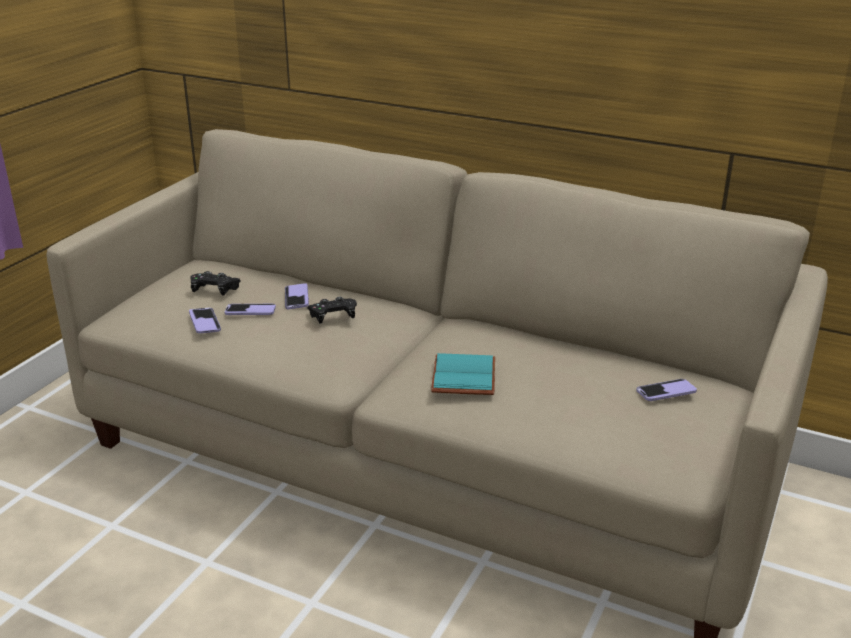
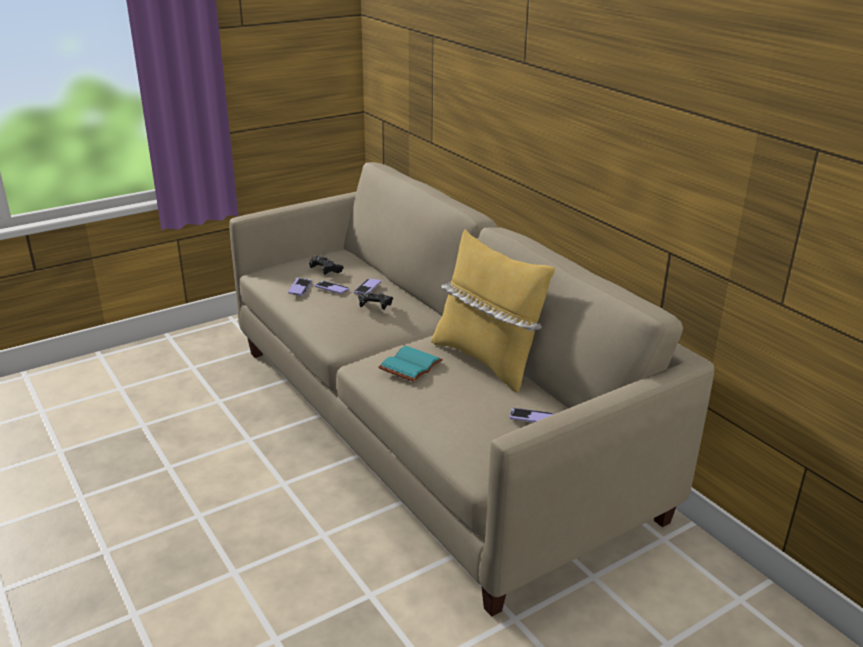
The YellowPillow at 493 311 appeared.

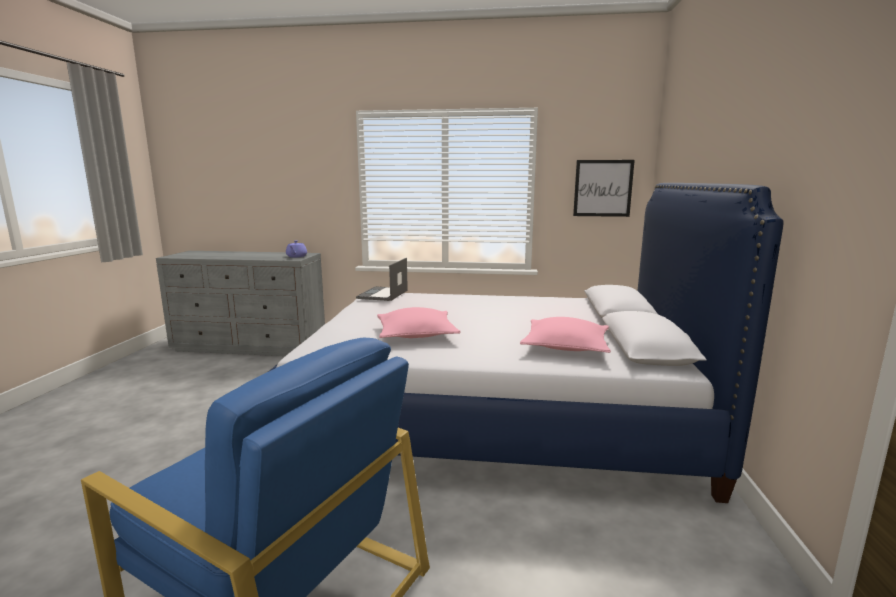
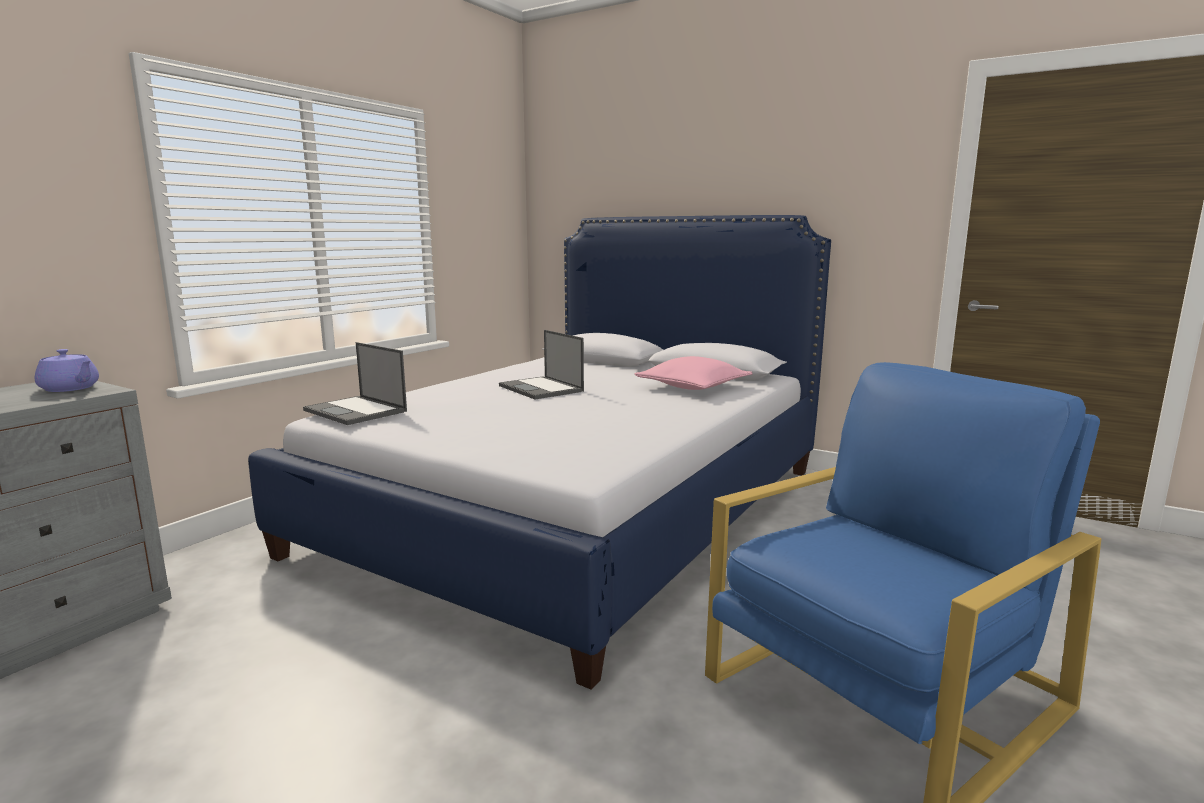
The Laptop at 541 364 appeared.
The PinkPillow at 419 322 disappeared.
The Picture at 604 188 disappeared.

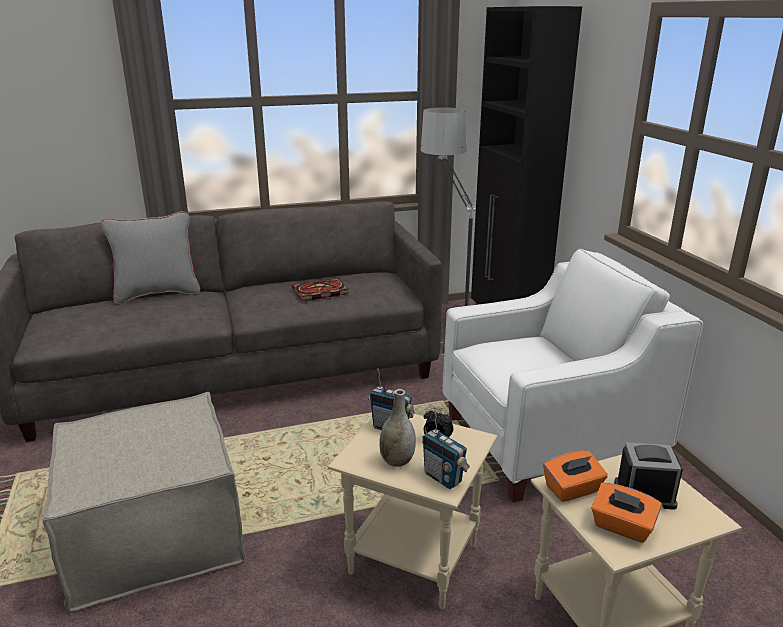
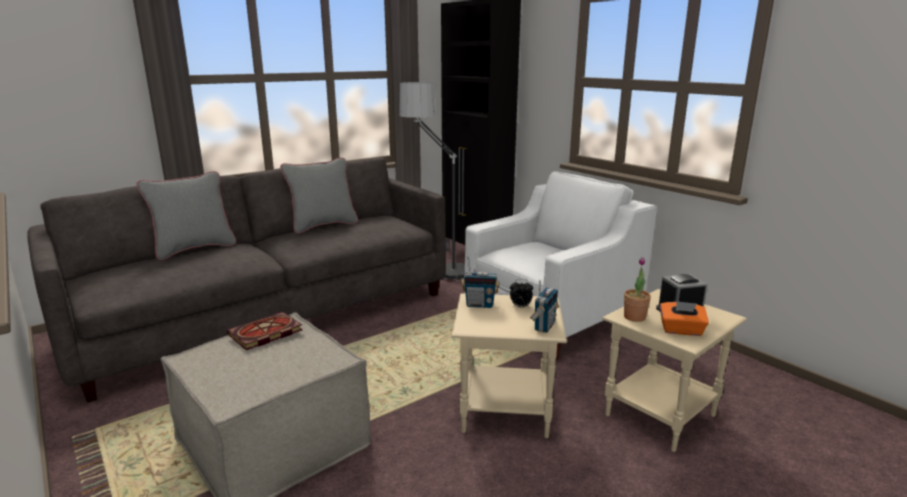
The Book moved from 320 289 to 265 331.
The GreyPillow at 319 195 appeared.
The Radio at 446 449 turned 90 degrees counterclockwise.
The OrangeTissueBox at 575 476 was replaced by the PottedPlant at 637 289.
The GreyVase at 397 428 disappeared.

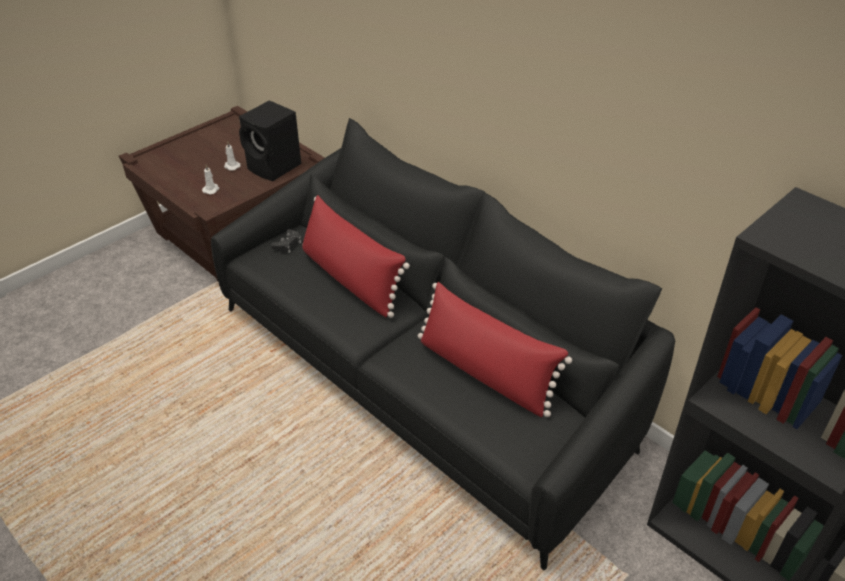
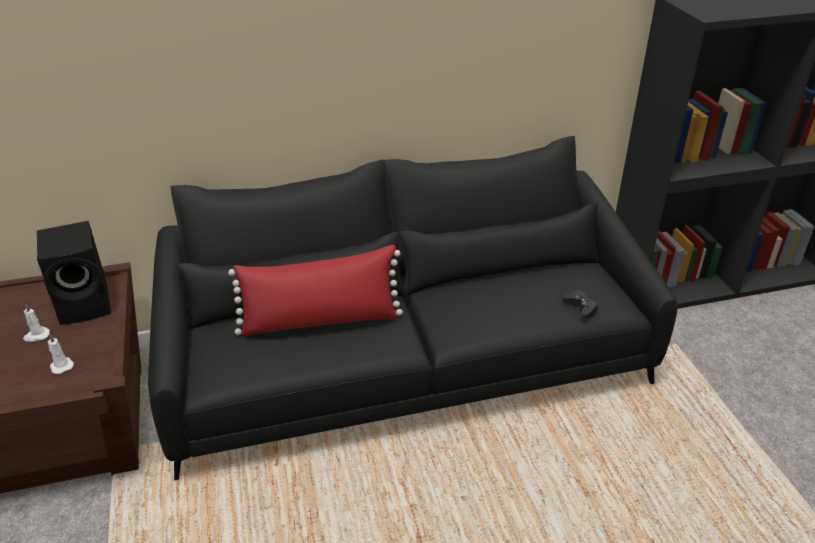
The BlackGameController moved from 286 241 to 580 304.
The RedPillow at 495 349 disappeared.

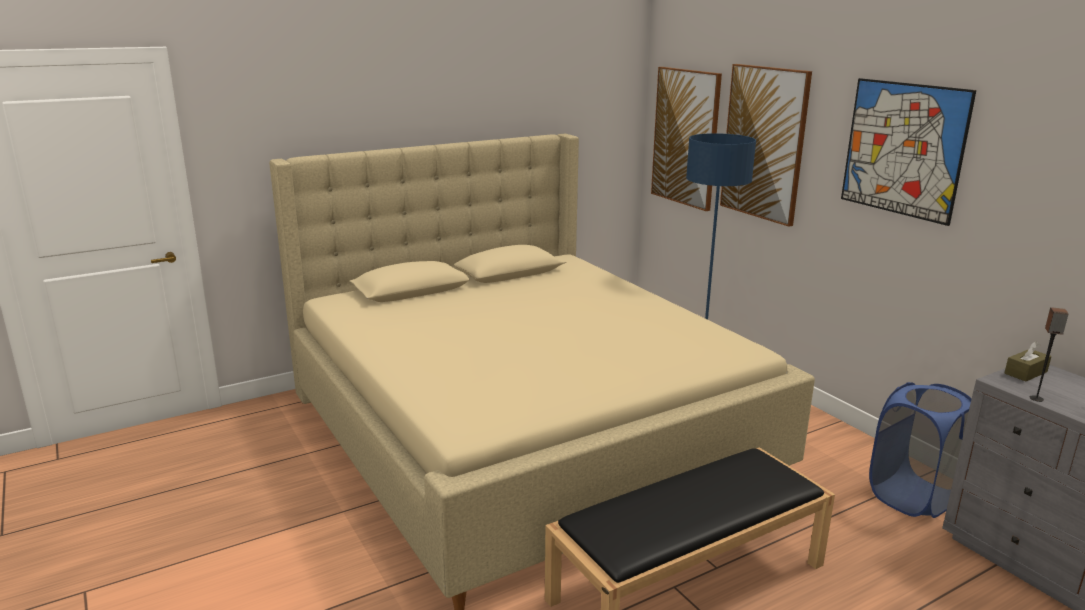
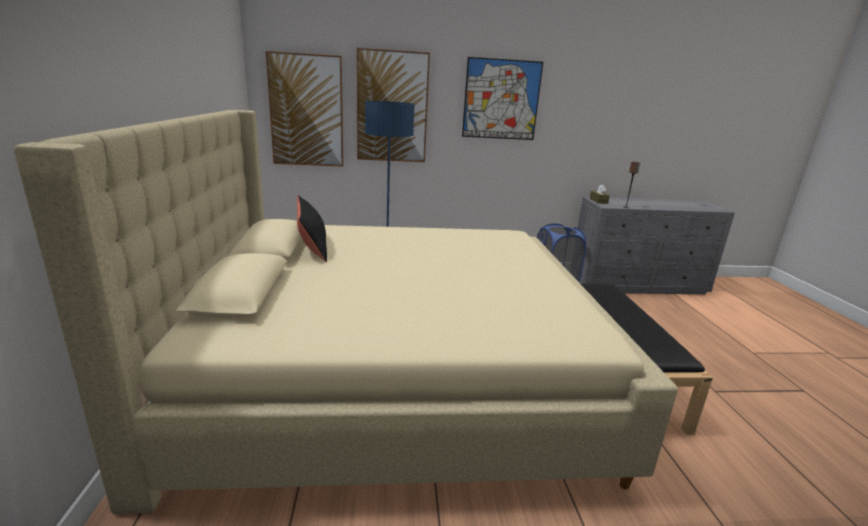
The BlackPillow at 312 228 appeared.

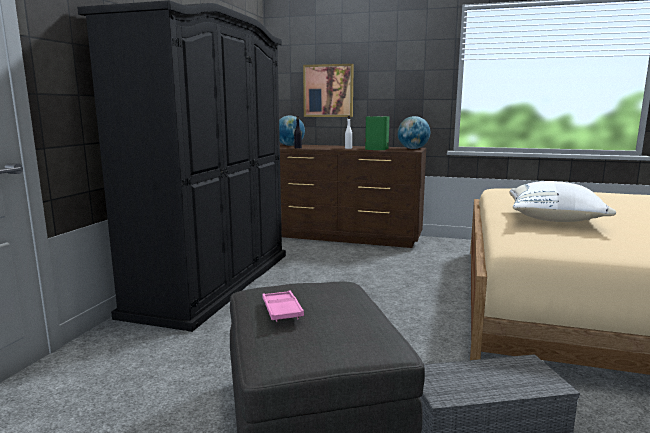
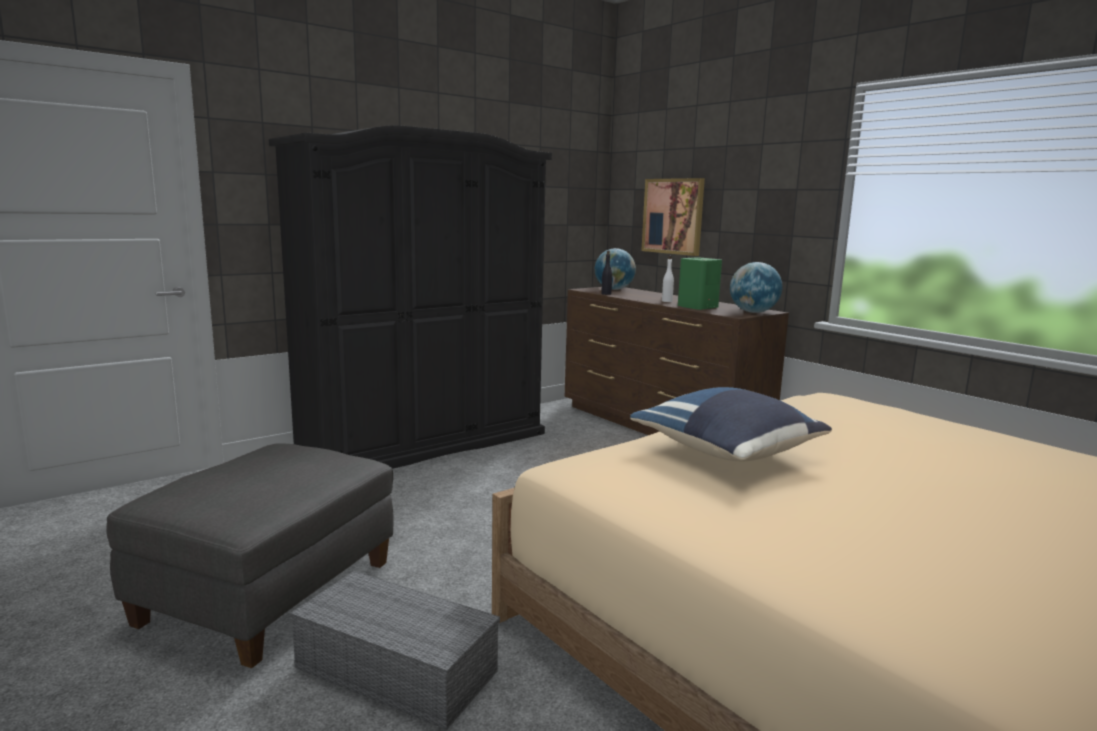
The WhitePillow at 563 201 became the BluePillow at 731 424.
The PinkTray at 283 306 disappeared.

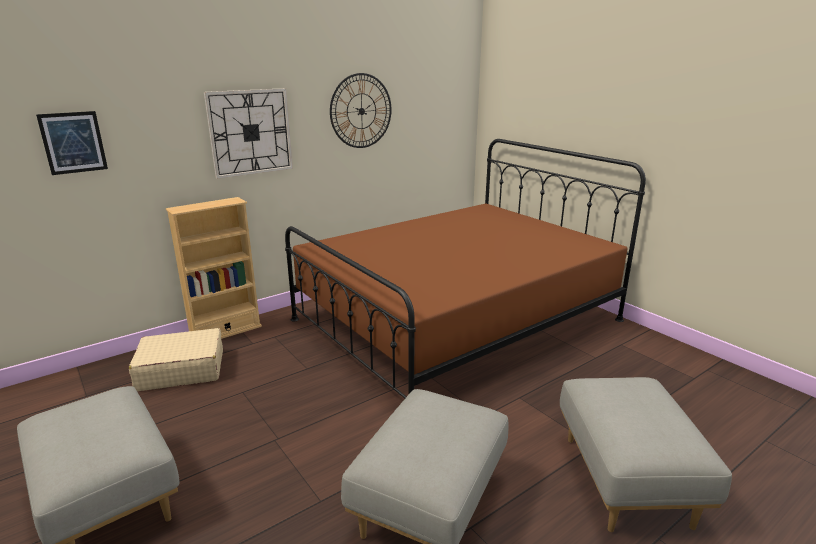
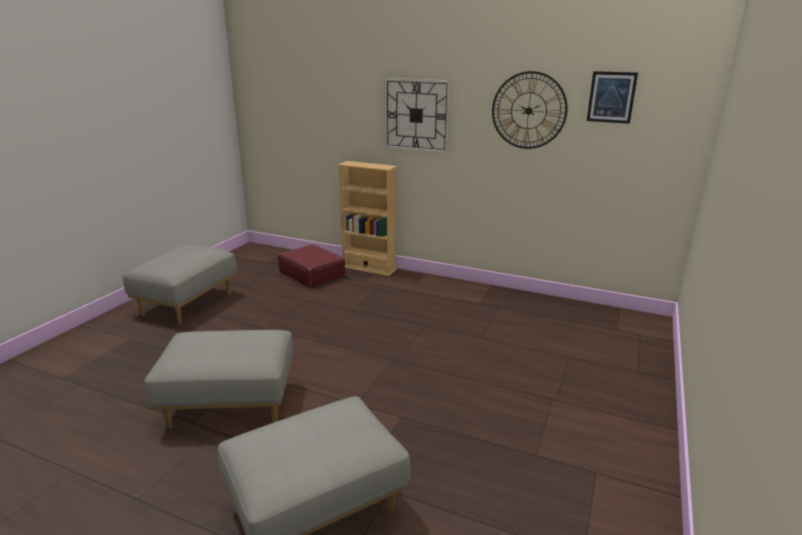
The BeigeSuitcase at 176 359 became the RedSuitcase at 311 266.
The Picture moved from 72 143 to 612 97.
The BrownBed at 465 268 disappeared.

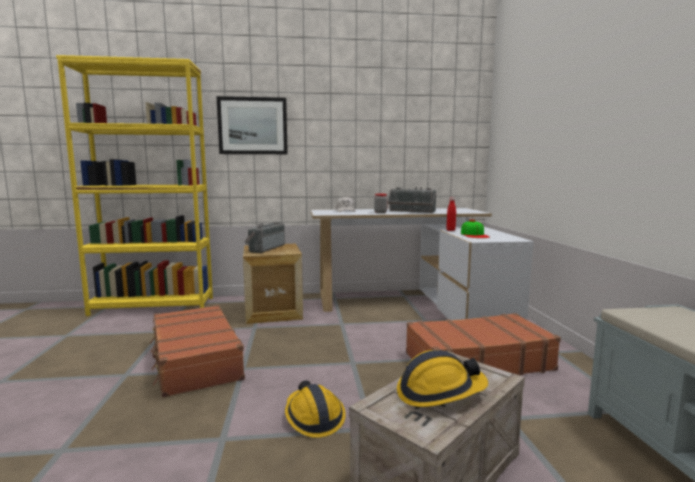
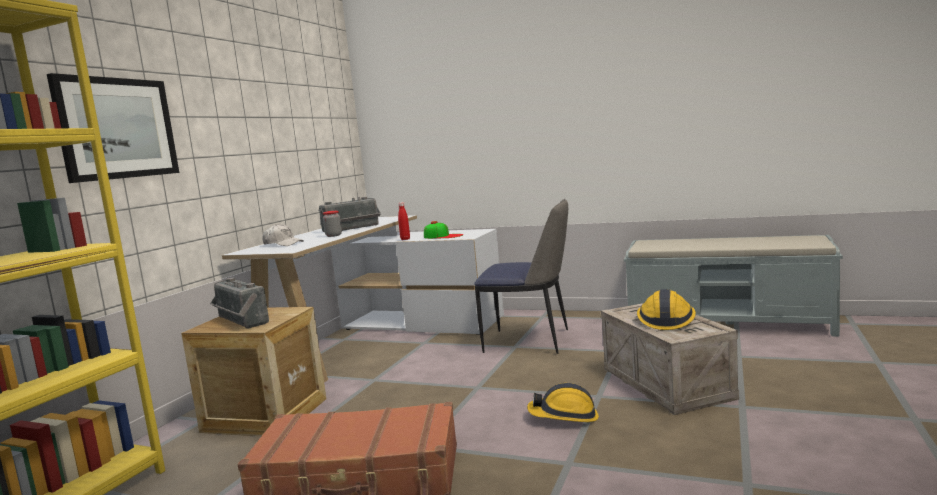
The BrownSuitcase at 483 344 was replaced by the Chair at 521 276.

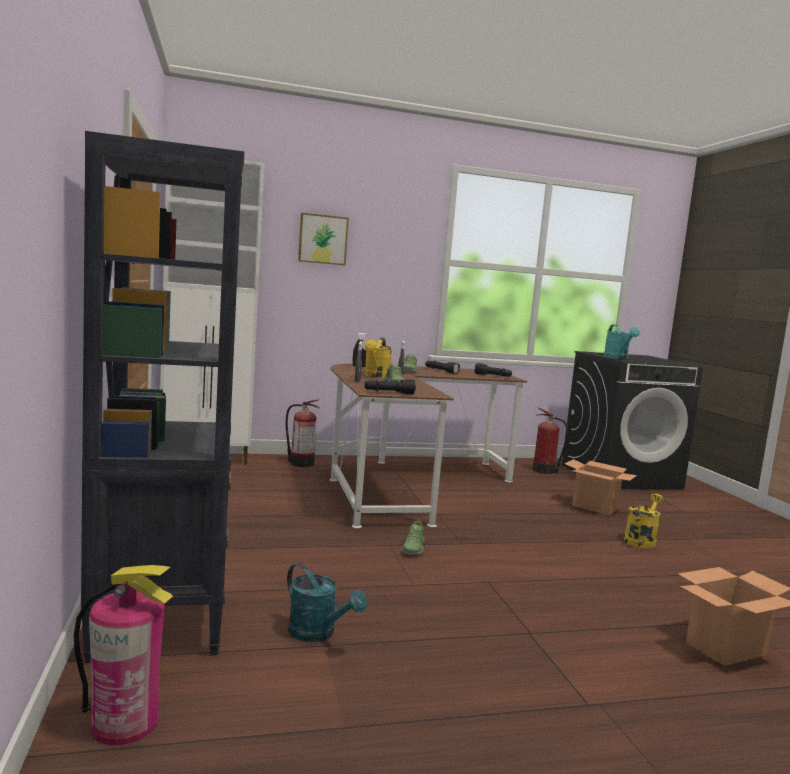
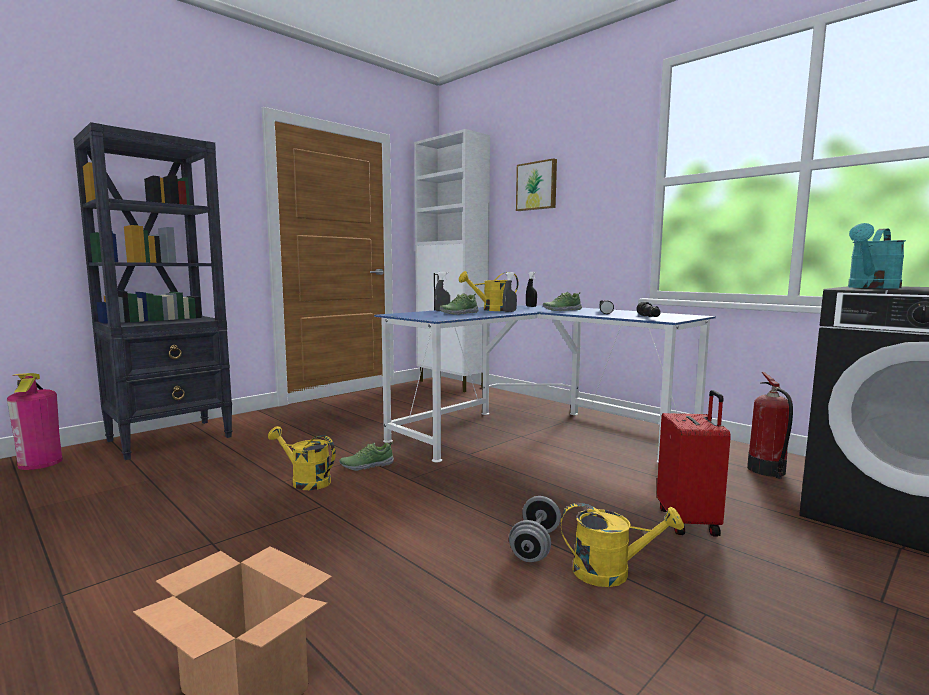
The YellowWateringCan at 302 458 appeared.
The BrownDesk at 428 446 became the BlueDesk at 545 384.
The GreyDumbbell at 535 529 appeared.
The CardboardBox at 600 487 was replaced by the RedSuitcase at 694 463.
The FireExtinguisher at 303 433 disappeared.
The TurquoiseWateringCan at 327 602 disappeared.
The BlackFlashlight at 390 386 disappeared.

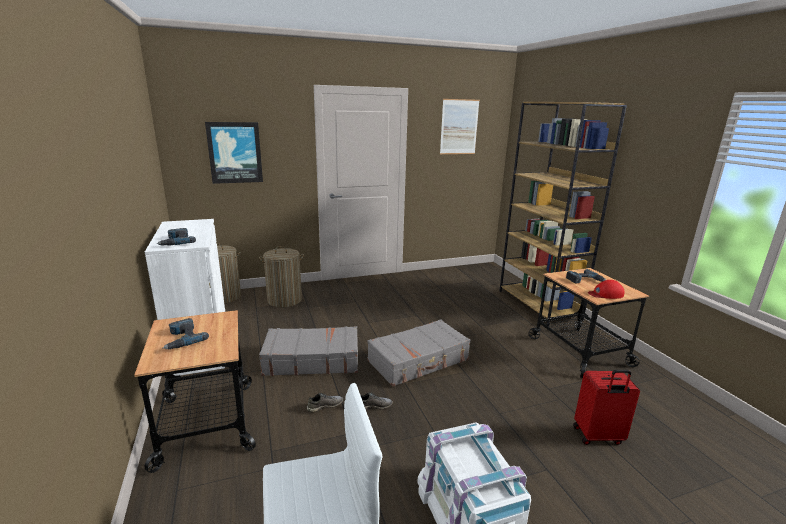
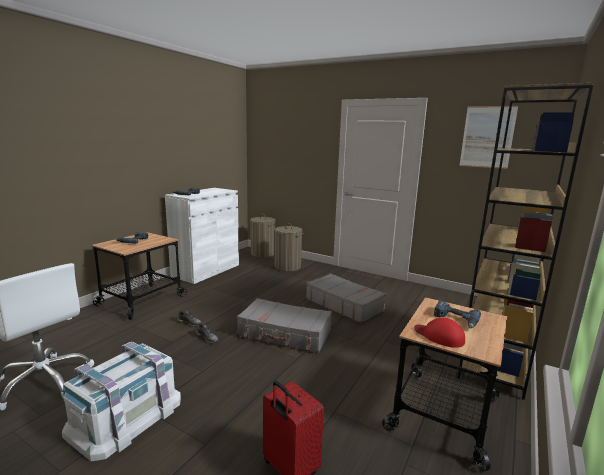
The GreySuitcase moved from 308 351 to 346 298.
The Picture at 234 153 disappeared.

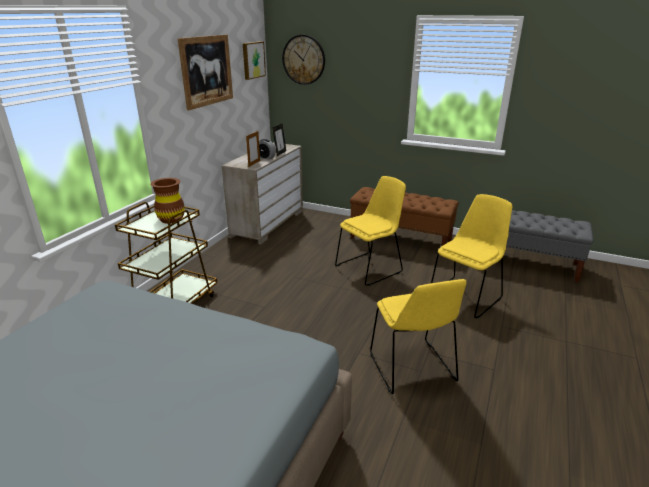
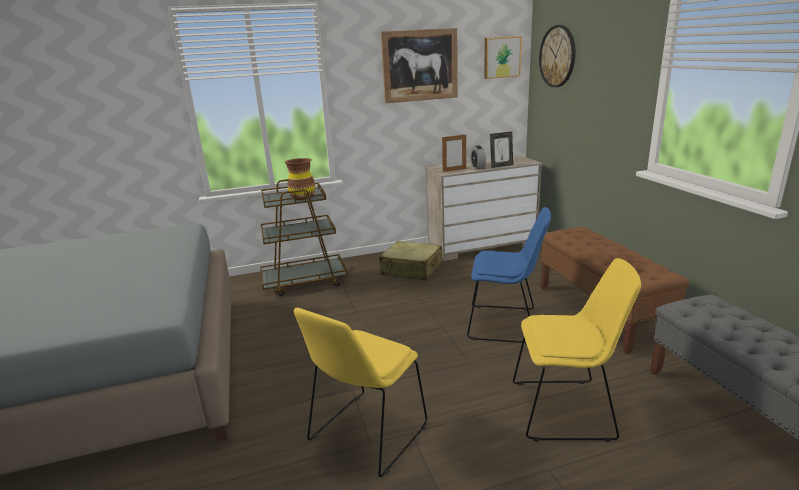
The BeigeSuitcase at 411 261 appeared.
The YellowChair at 370 231 became the BlueChair at 509 275.

